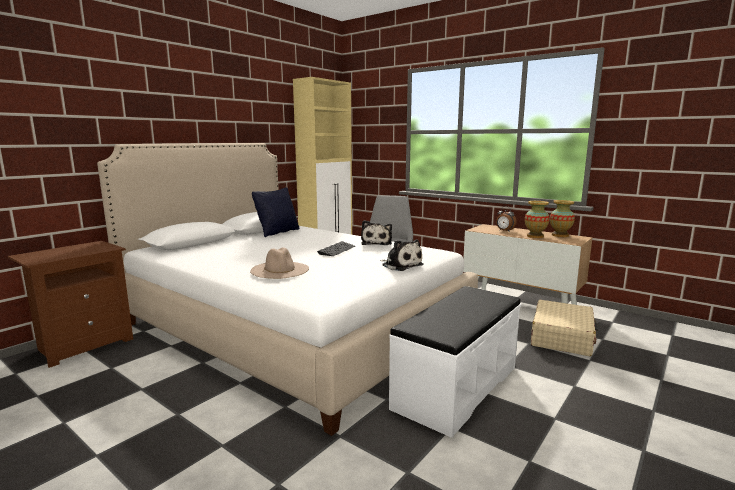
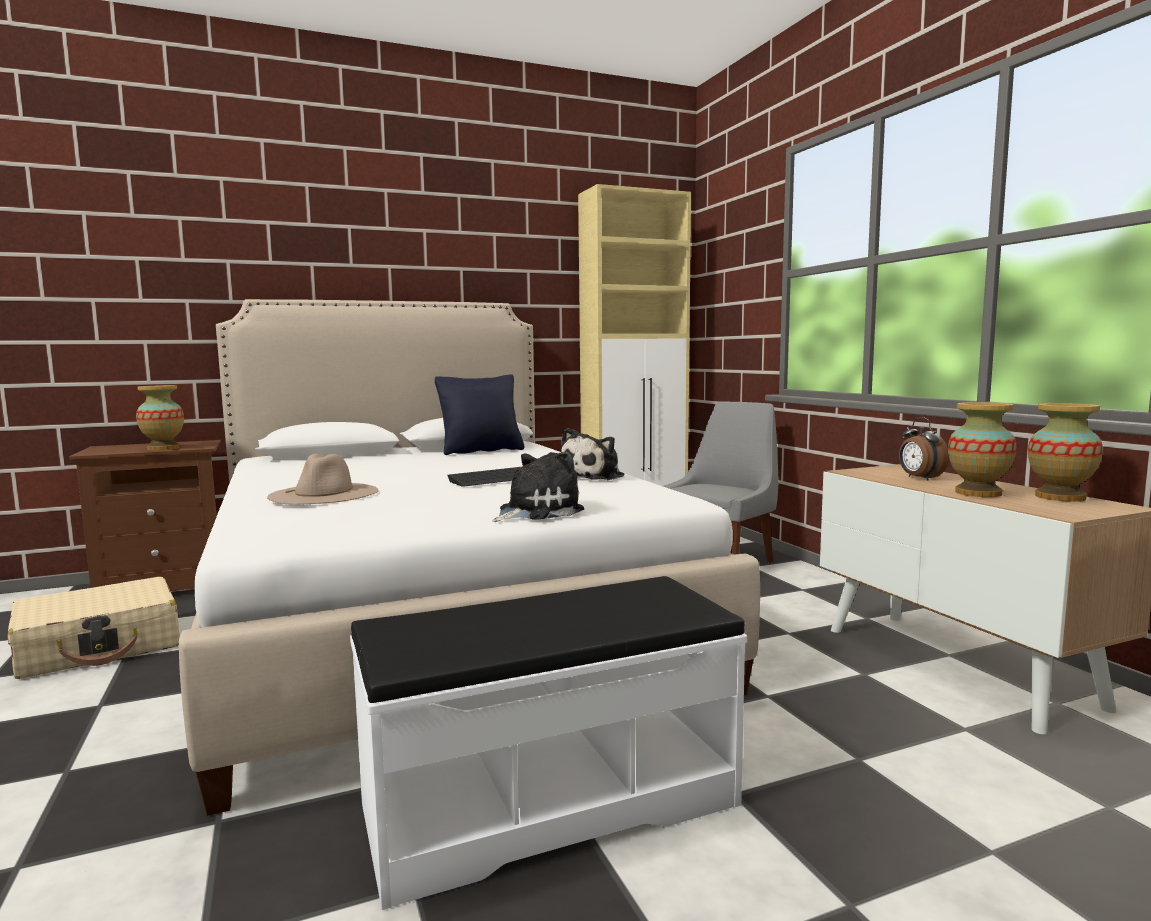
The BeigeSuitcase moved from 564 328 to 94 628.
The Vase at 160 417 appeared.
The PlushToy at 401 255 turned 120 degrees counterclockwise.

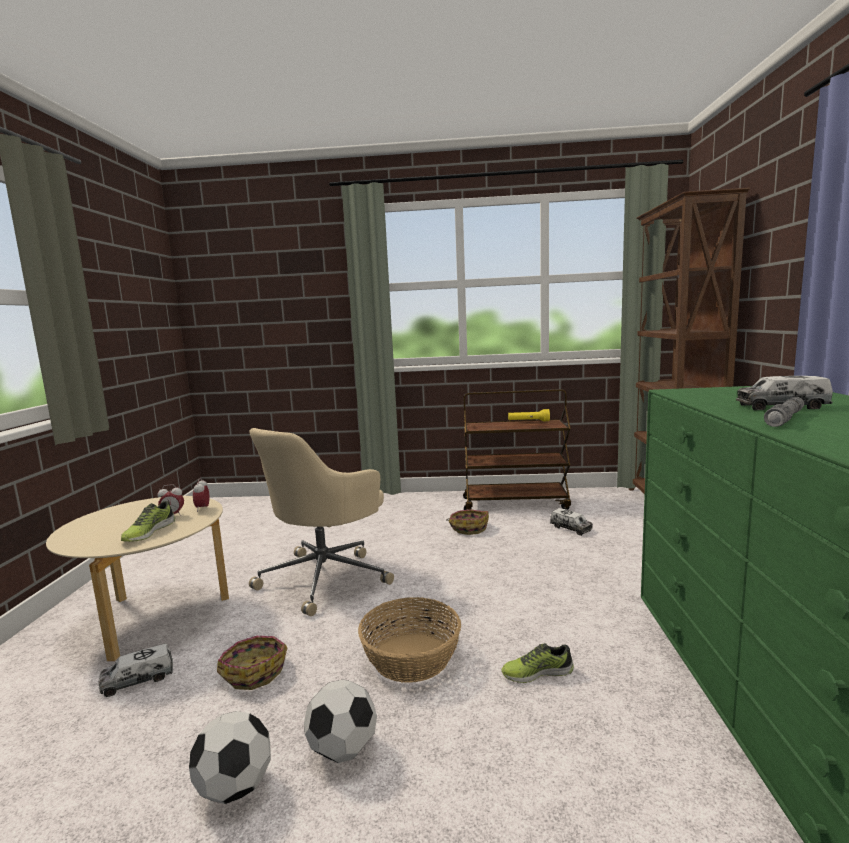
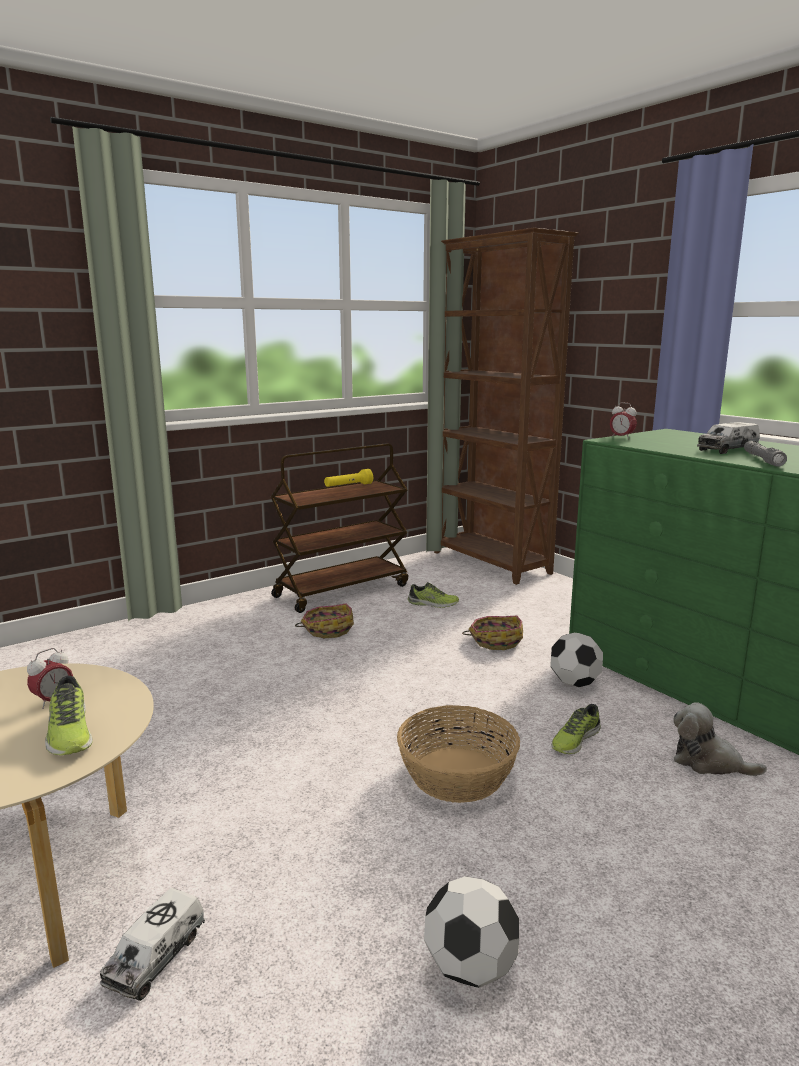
The ToyTruck at 571 522 was replaced by the Shoe at 433 595.
The Basket moved from 252 663 to 492 633.
The Football moved from 340 721 to 576 660.
The AlarmClock moved from 201 495 to 623 420.
The PlushToy at 720 739 appeared.
The BeigeOfficeChair at 321 522 disappeared.

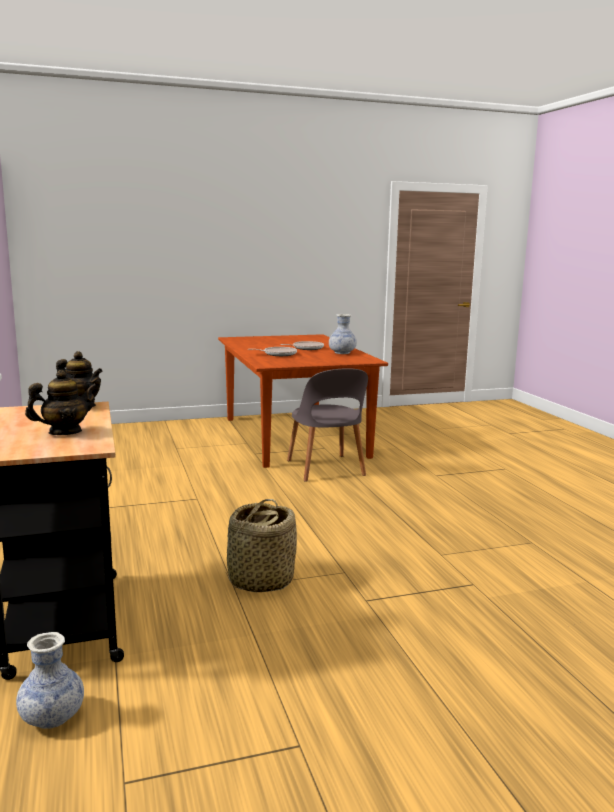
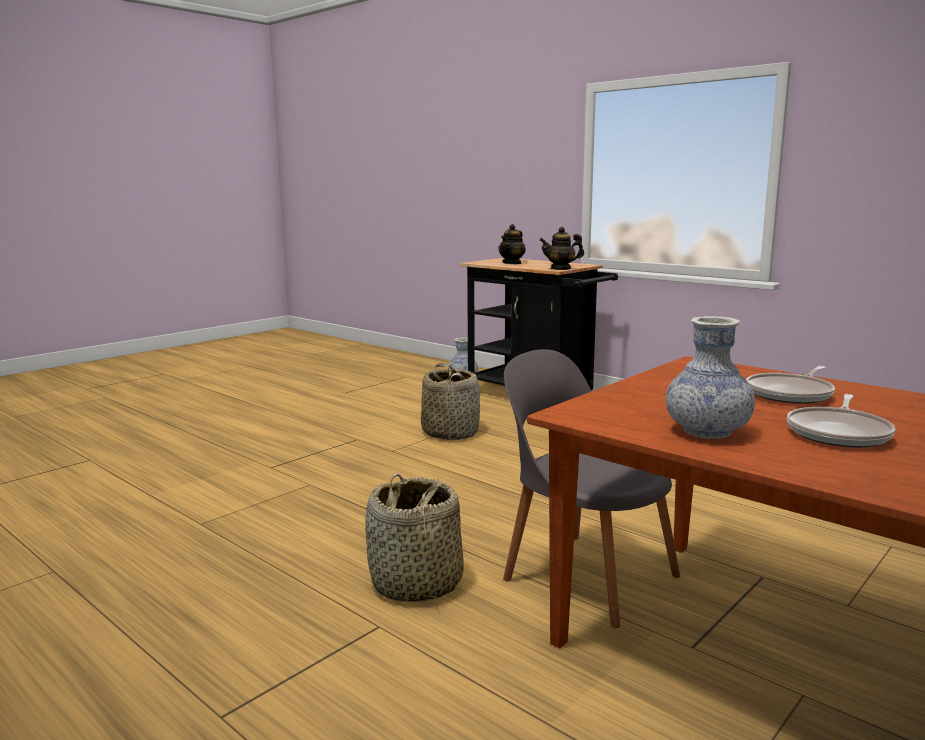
The Basket at 414 538 appeared.

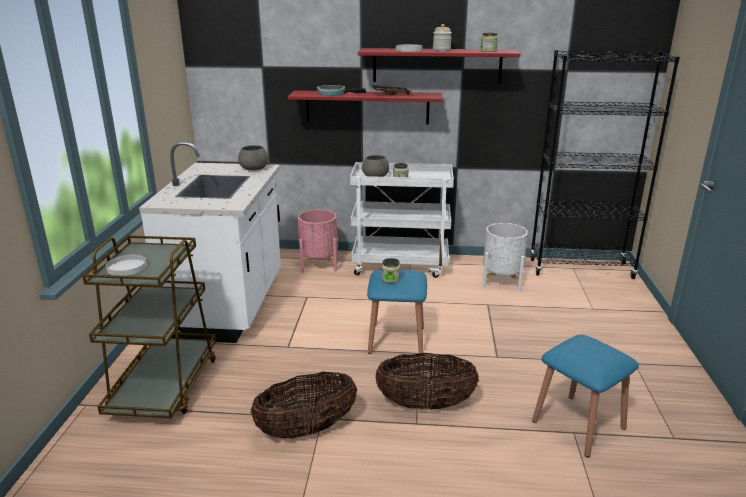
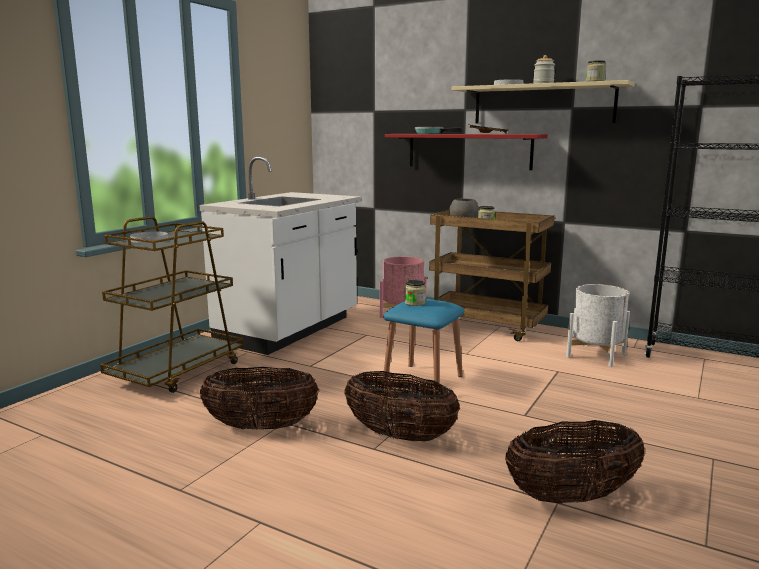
The WhiteCart at 402 220 became the BrownCart at 492 275.
The RedShelf at 439 66 became the BeigeShelf at 543 102.
The BlueStool at 585 396 was replaced by the Basket at 575 462.
The GreyBowl at 253 158 disappeared.

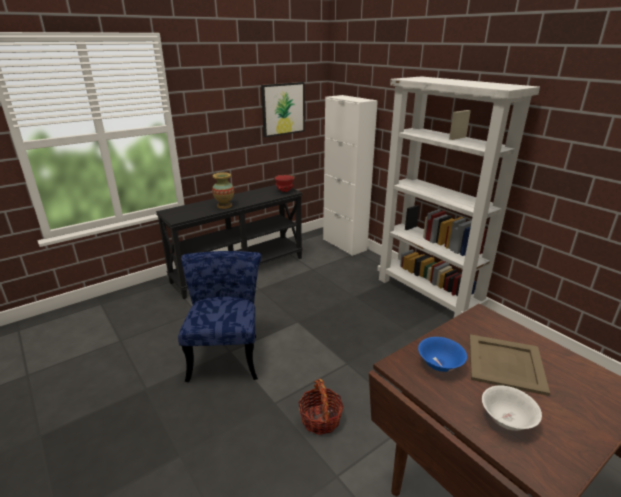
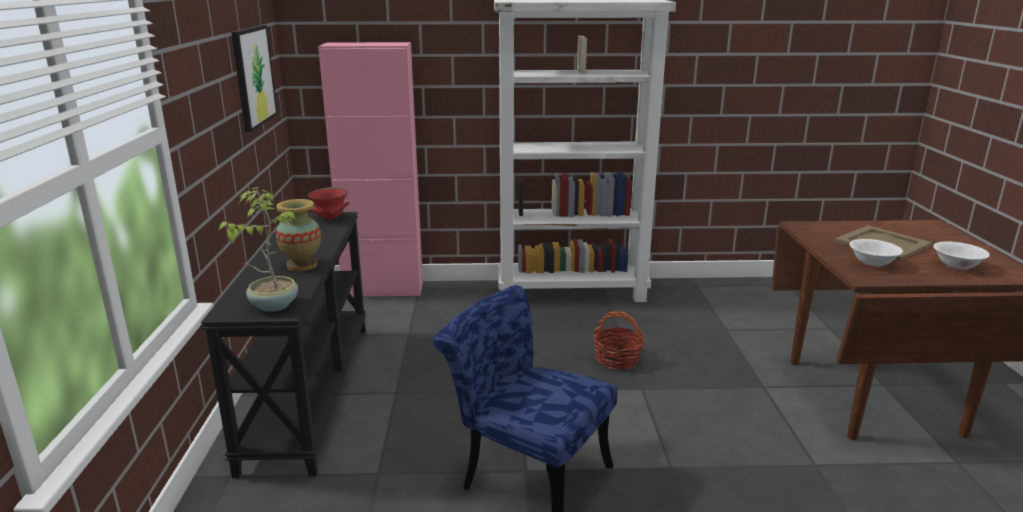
The PottedPlant at 258 249 appeared.
The WhiteCabinet at 350 175 became the PinkCabinet at 370 169.
The Basket moved from 321 407 to 618 340.
The BlueBowl at 442 354 became the WhiteBowl at 876 253.

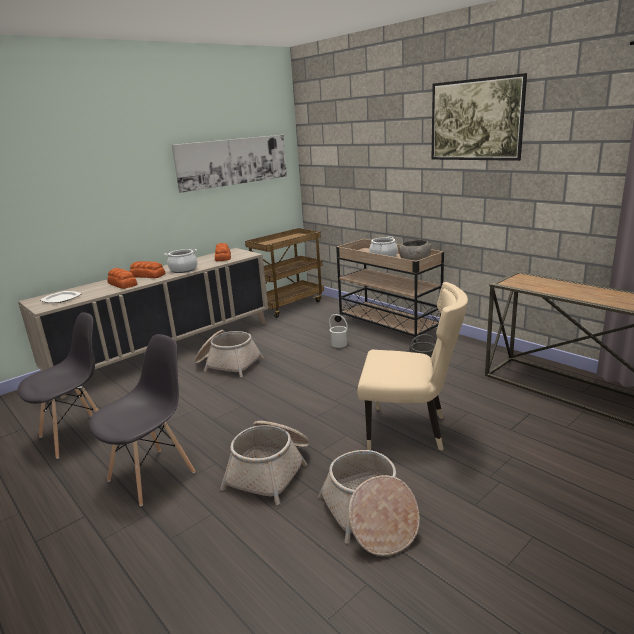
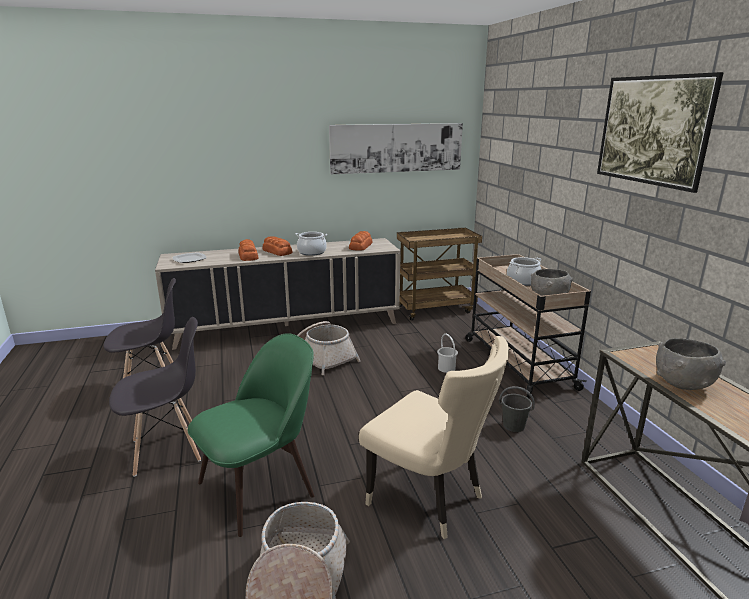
The Basket at 265 463 was replaced by the GreenChair at 251 435.
The GreyBowl at 691 364 appeared.

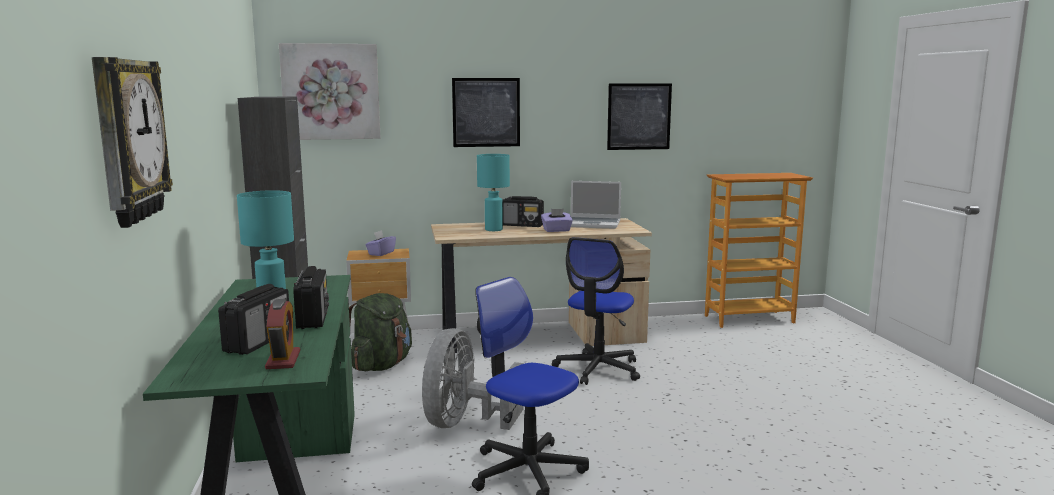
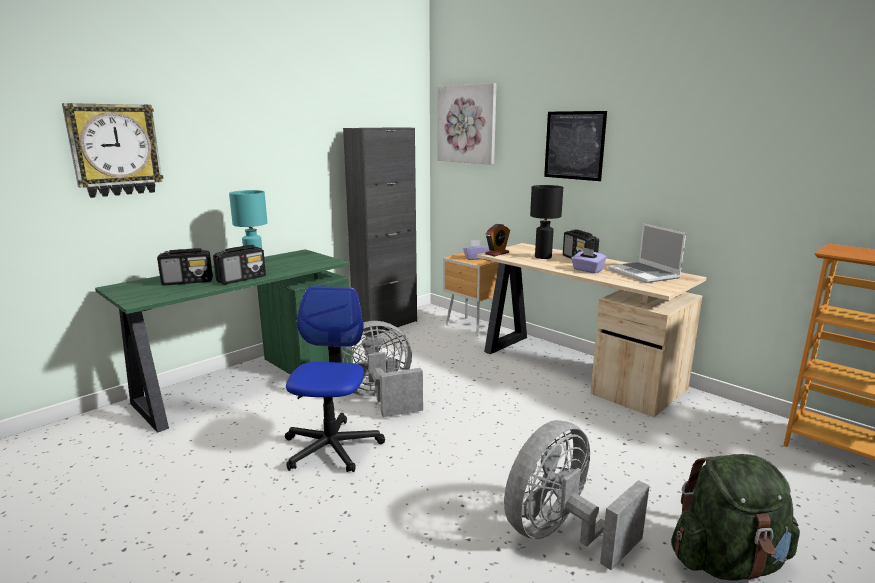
The AlarmClock moved from 282 334 to 497 240.
The GreyFan at 576 495 appeared.
The TurquoiseTableLamp at 493 192 became the BlackTableLamp at 546 222.
The GreenBackpack moved from 380 332 to 735 517.
The OfficeChair at 596 311 disappeared.
The Picture at 639 116 disappeared.

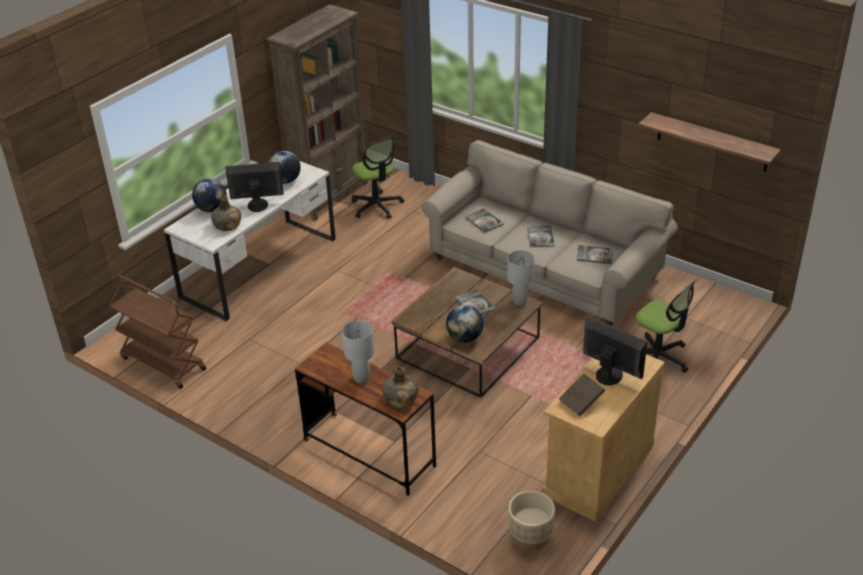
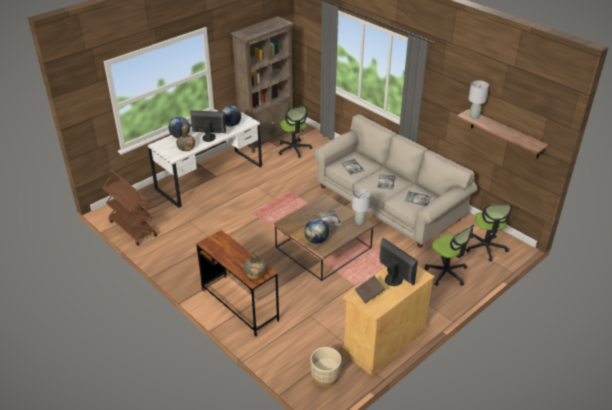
The OfficeChair at 489 232 appeared.
The GreyTableLamp moved from 358 351 to 479 99.

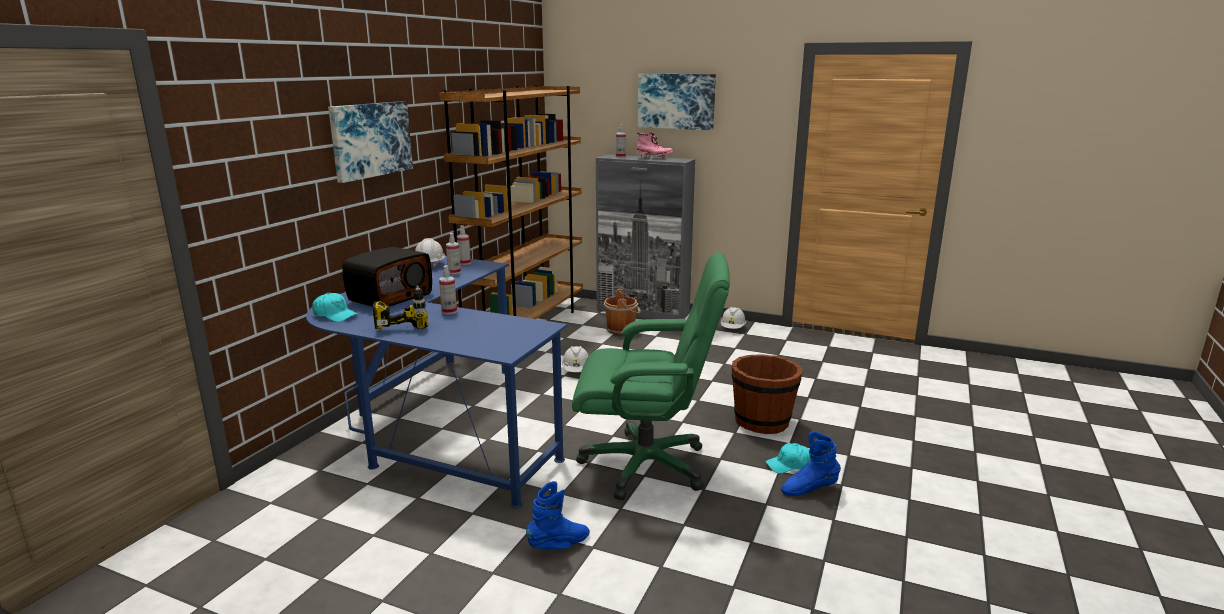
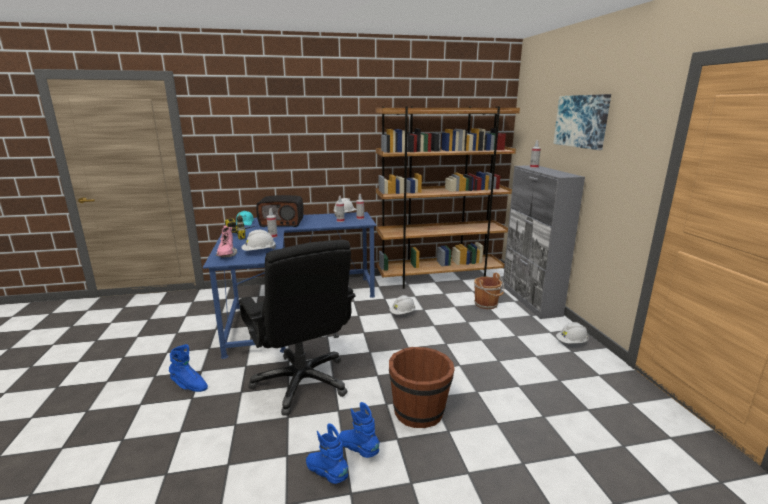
The PinkBoot moved from 655 145 to 226 241.
The GreenOfficeChair at 651 376 became the BlackOfficeChair at 297 328.
The WhiteHardHat at 258 240 appeared.
The TurquoiseCap at 788 458 was replaced by the BlueBoot at 359 430.
The Picture at 370 142 disappeared.

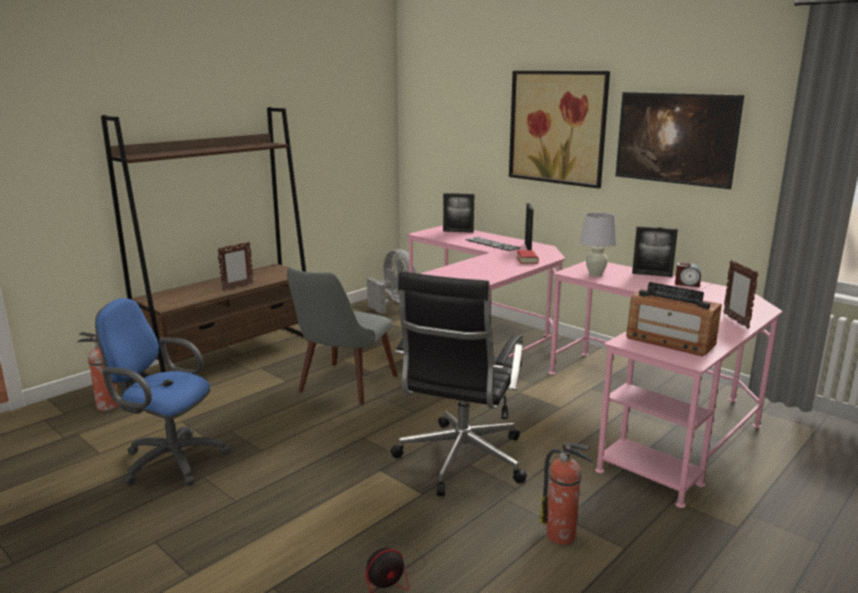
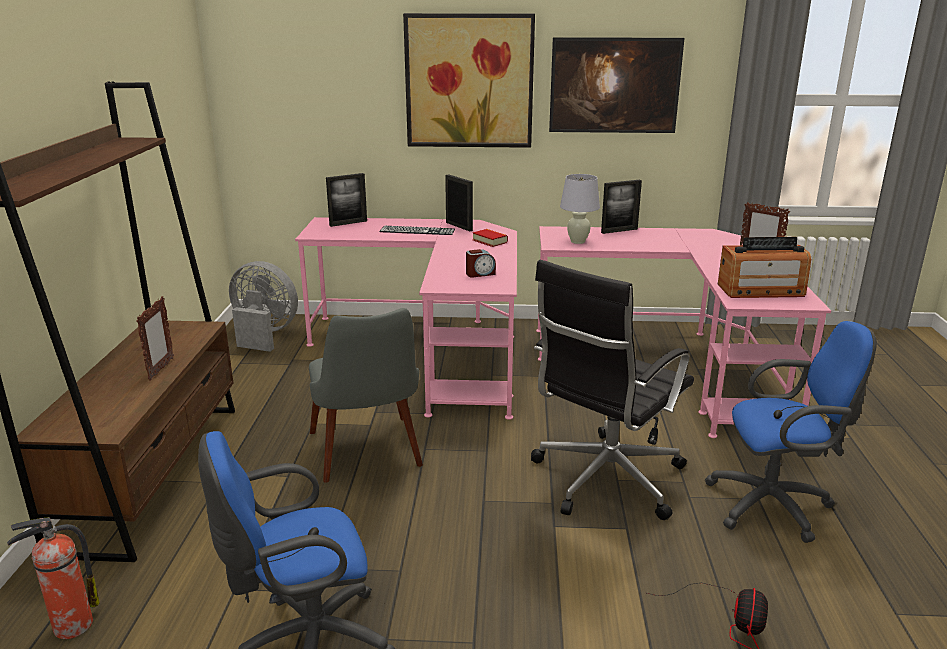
The AlarmClock moved from 688 274 to 481 263.
The BlackOfficeChair at 459 383 turned 60 degrees clockwise.
The FireExtinguisher at 566 493 was replaced by the BlueOfficeChair at 791 432.

